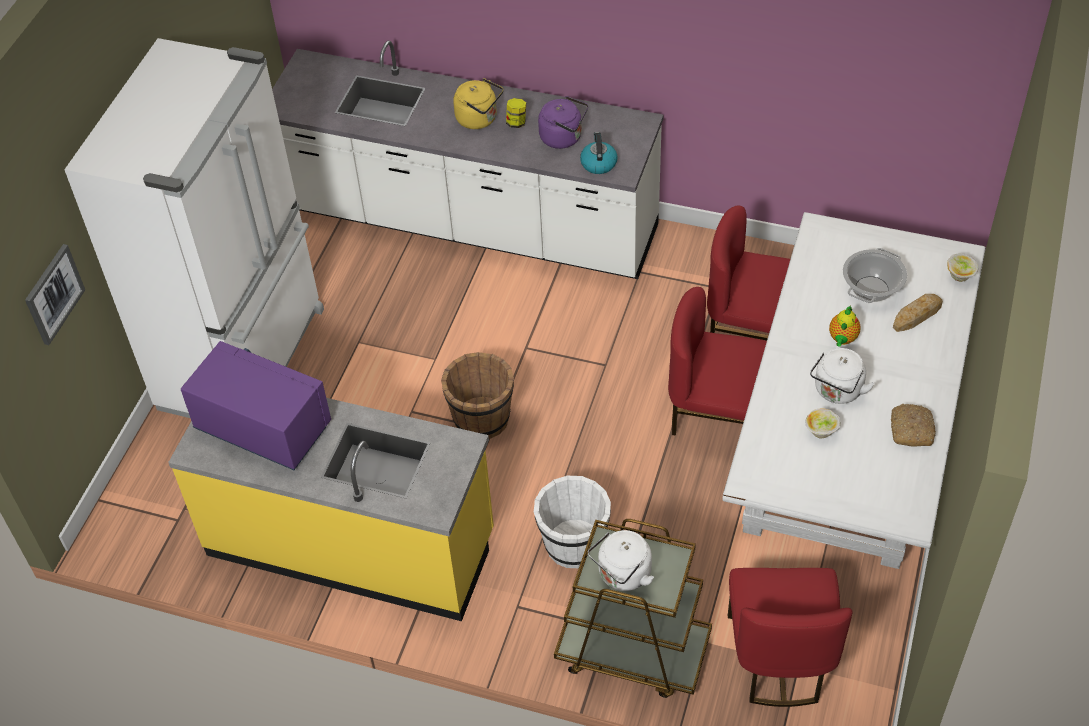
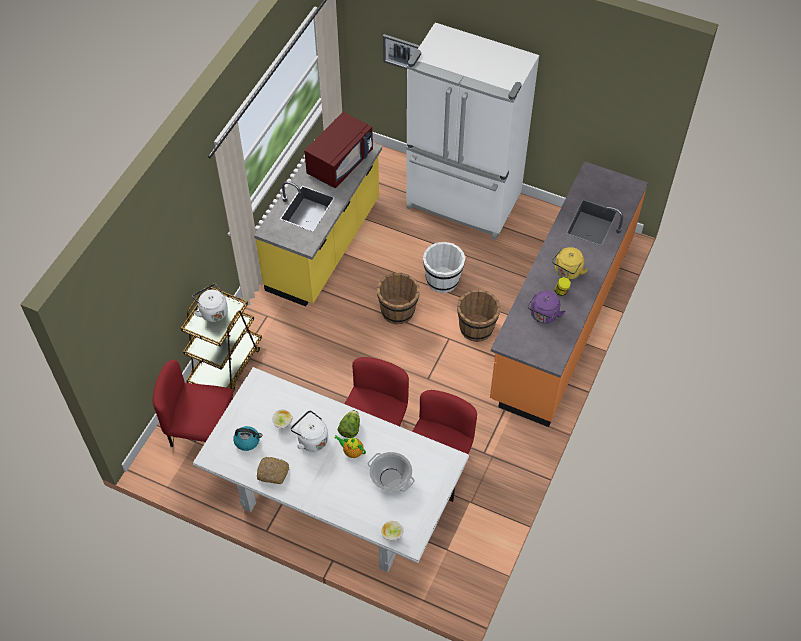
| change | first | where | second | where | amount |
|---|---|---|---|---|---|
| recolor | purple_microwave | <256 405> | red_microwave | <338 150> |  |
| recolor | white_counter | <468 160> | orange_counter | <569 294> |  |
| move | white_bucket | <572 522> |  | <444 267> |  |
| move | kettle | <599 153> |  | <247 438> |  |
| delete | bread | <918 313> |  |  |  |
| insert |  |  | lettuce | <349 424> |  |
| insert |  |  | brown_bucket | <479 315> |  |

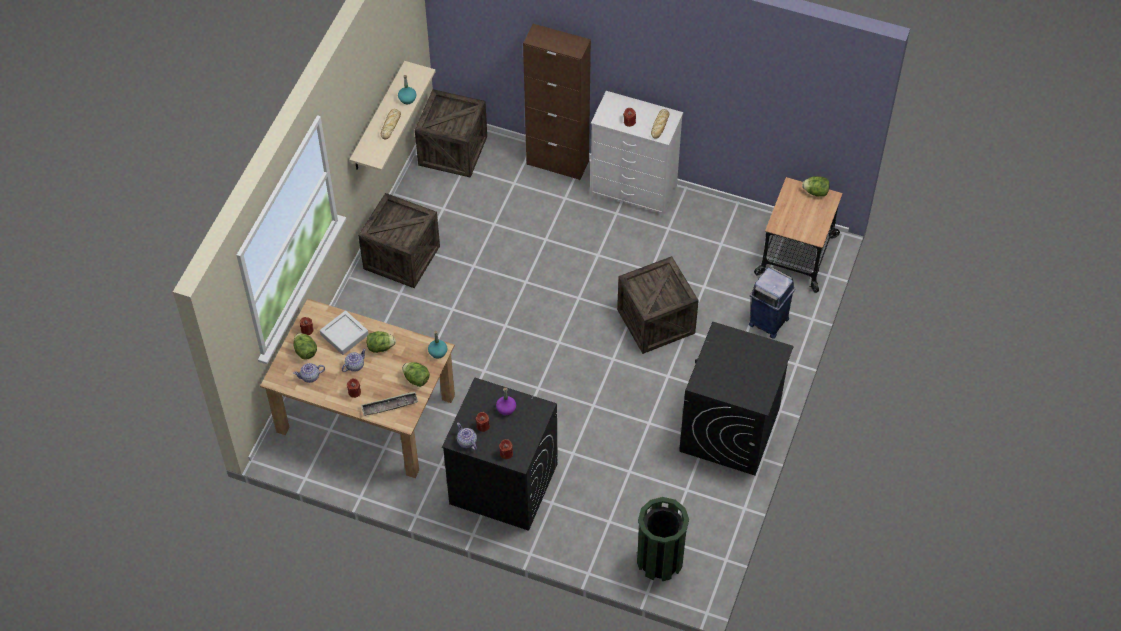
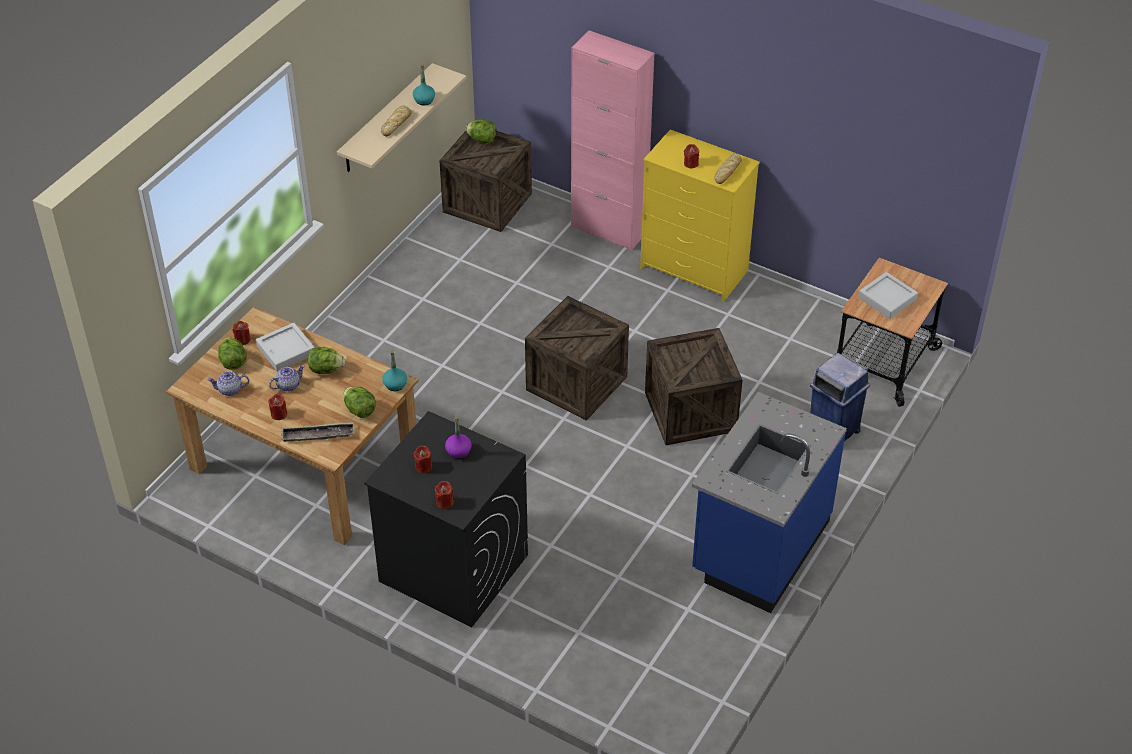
| change | first | where | second | where | amount |
|---|---|---|---|---|---|
| move | crate | <399 240> |  | <577 358> |  |
| delete | teapot | <467 436> |  |  |  |
| recolor | brown_cabinet | <557 102> | pink_cabinet | <612 140> |  |
| recolor | white_dresser | <637 154> | yellow_dresser | <700 215> |  |
| delete | green_trash_can | <663 539> |  |  |  |
| replace | black_washing_machine | <736 398> | blue_counter | <769 502> |  |
| move | lettuce | <816 186> |  | <481 131> |  |
| insert |  |  | grey_tray | <888 295> |  |

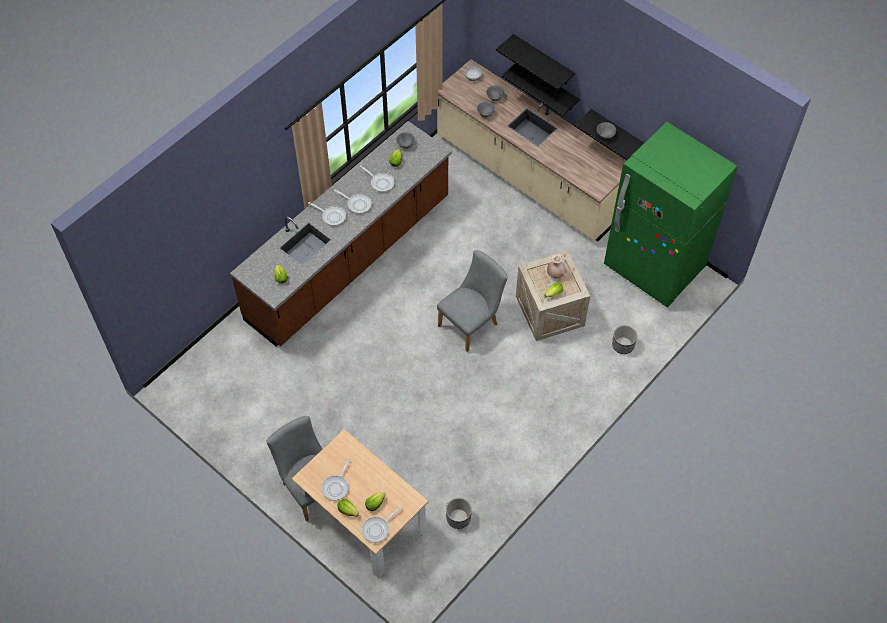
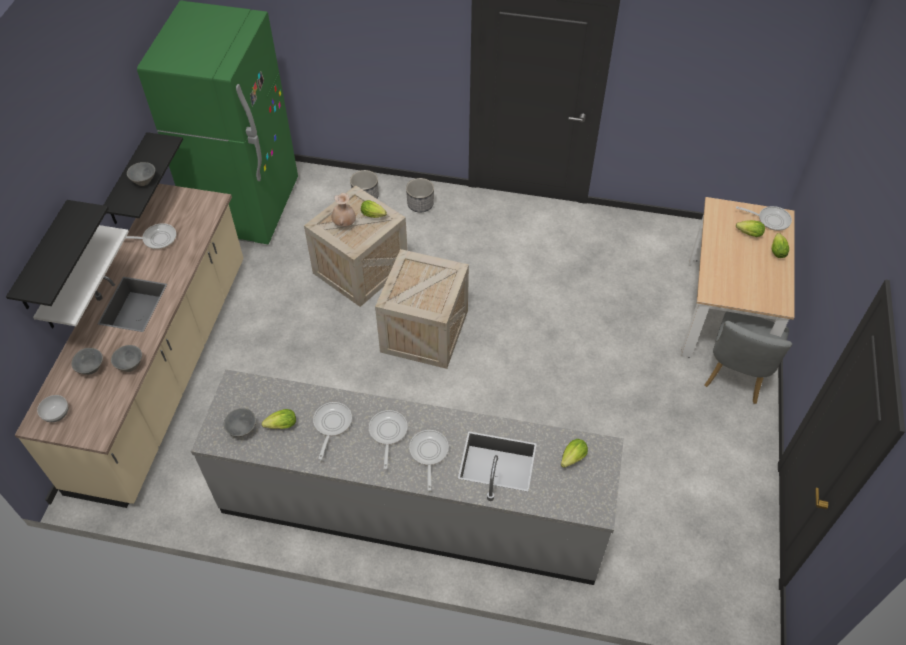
| change | first | where | second | where | amount |
|---|---|---|---|---|---|
| recolor | brown_counter | <341 233> | grey_counter | <407 477> |  |
| move | frying_pan | <336 479> |  | <150 236> |  |
| replace | grey_chair | <472 301> | crate | <422 309> |  |
| move | planter | <459 513> |  | <420 195> |  |
| recolor | black_shelf | <541 89> | white_shelf | <81 276> |  |

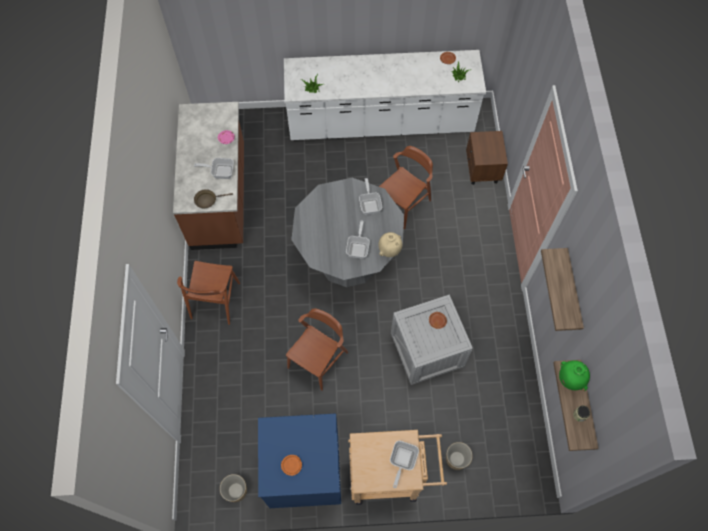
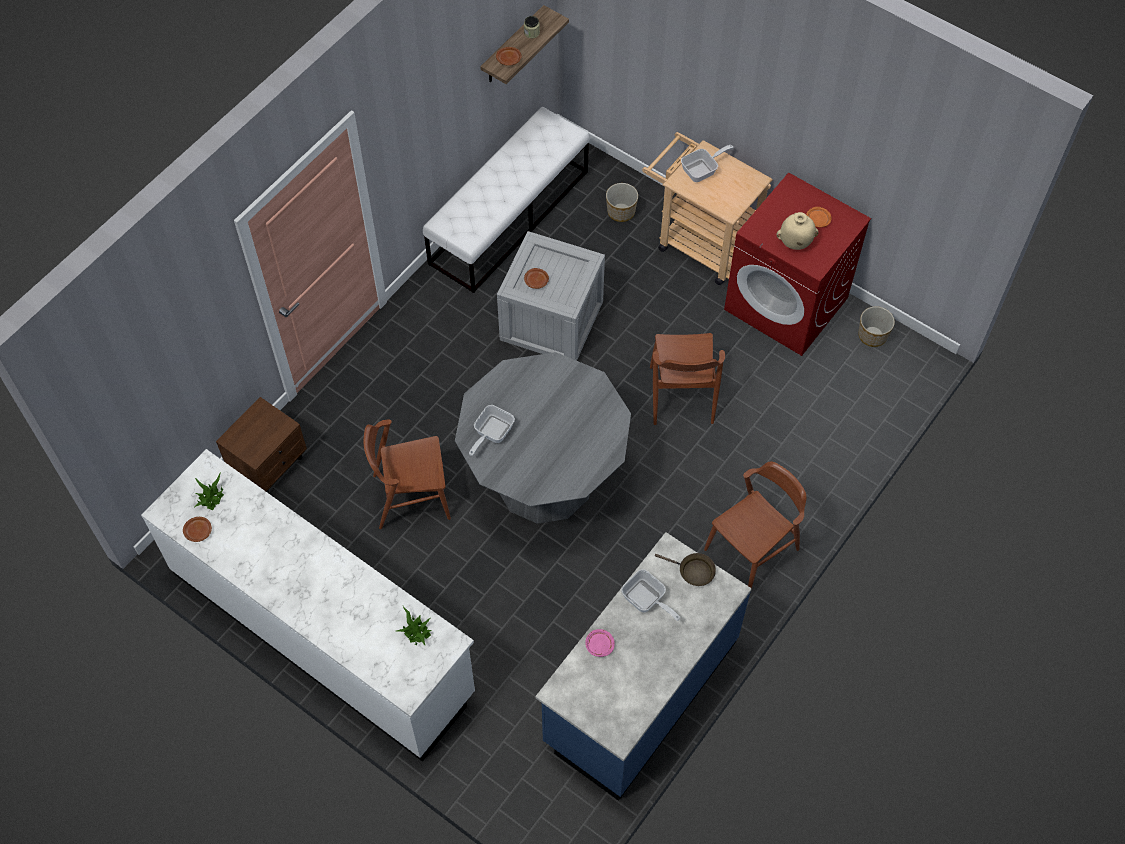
| change | first | where | second | where | amount |
|---|---|---|---|---|---|
| recolor | brown_counter | <208 176> | blue_counter | <643 666> |  |
| recolor | blue_washing_machine | <299 460> | red_washing_machine | <797 264> |  |
| rotate | brown_chair | <317 349> |  | <687 379> | 75 degrees counterclockwise |
| delete | frying_pan | <358 239> |  |  |  |
| move | beige_vase | <390 244> |  | <797 231> |  |
| delete | shelf | <562 289> |  |  |  |
| replace | green_vase | <574 375> | brown_plate | <509 56> |  |
| insert |  |  | white_bench | <506 200> |  |

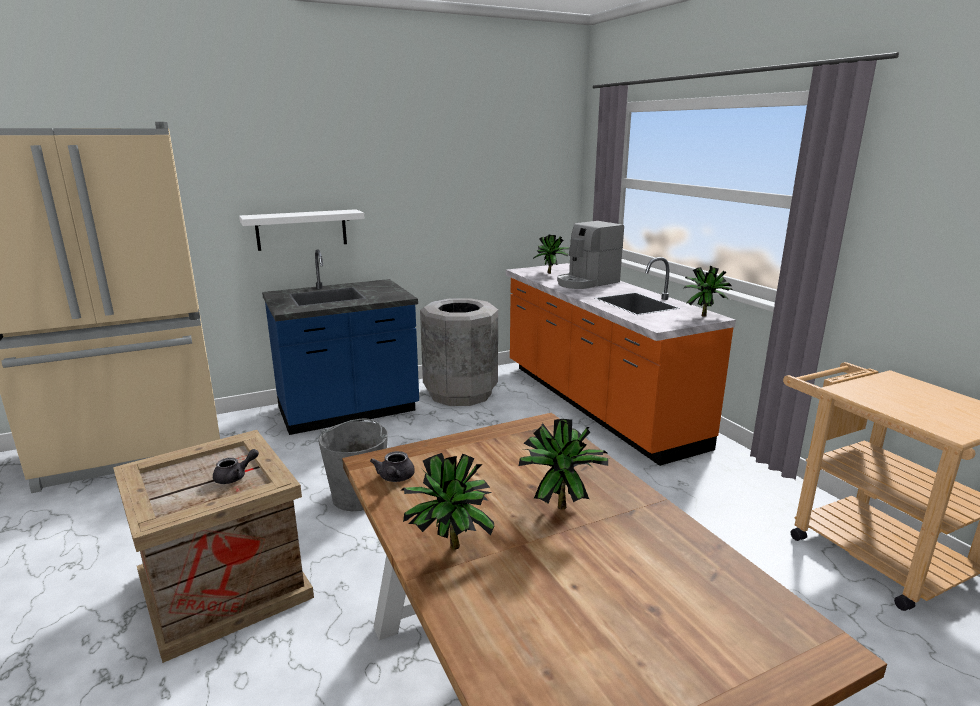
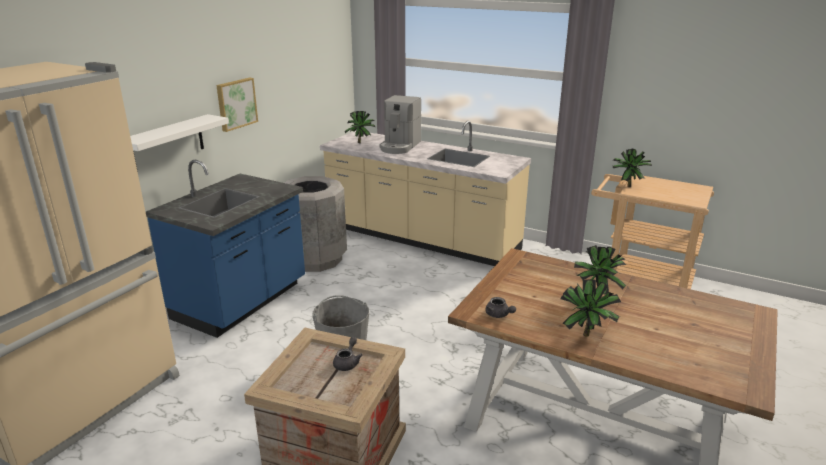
| change | first | where | second | where | amount |
|---|---|---|---|---|---|
| recolor | orange_counter | <621 361> | beige_counter | <425 193> |  |
| move | potted_plant | <708 291> |  | <632 167> |  |
| insert |  |  | picture | <237 105> |  |

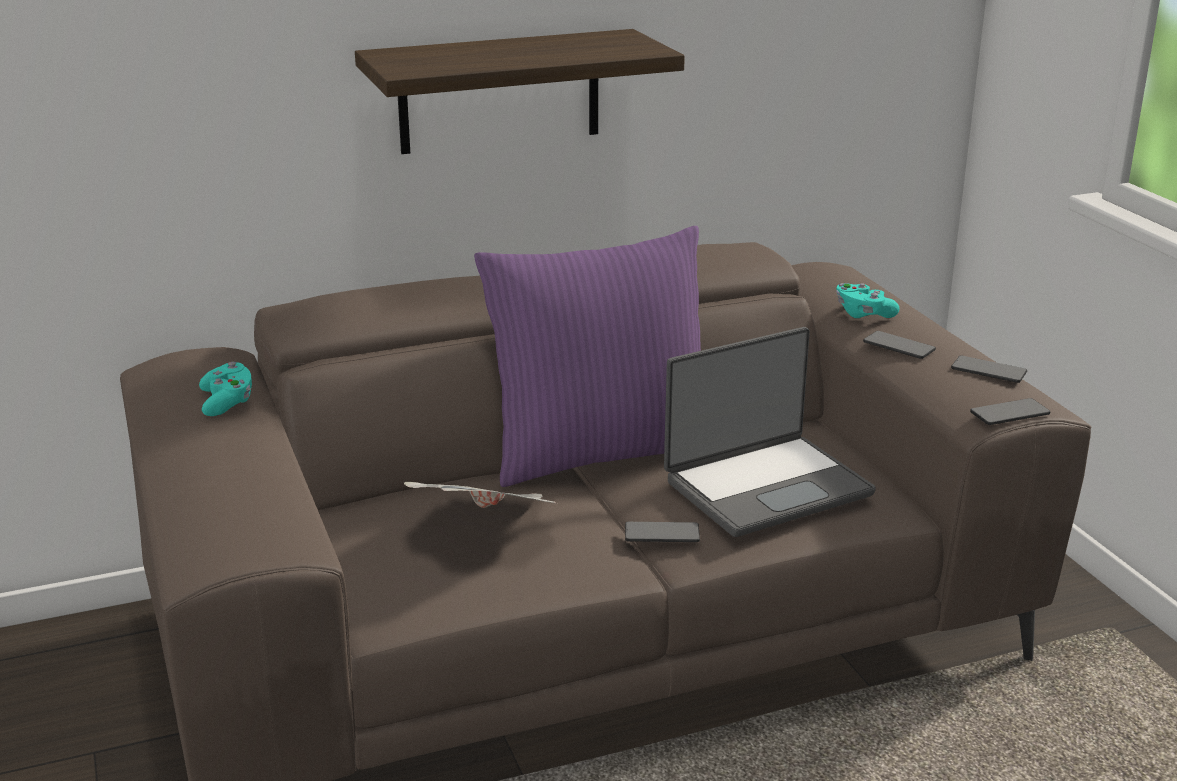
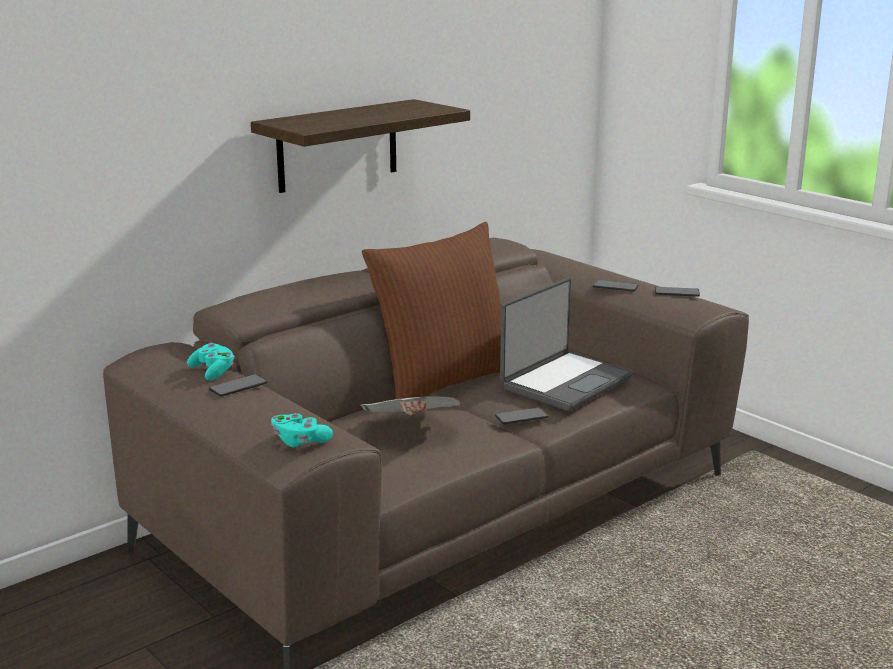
| change | first | where | second | where | amount |
|---|---|---|---|---|---|
| recolor | purple_pillow | <587 356> | brown_pillow | <431 310> |  |
| move | turquoise_game_controller | <868 300> |  | <302 430> |  |
| move | phone | <1010 411> |  | <238 385> |  |

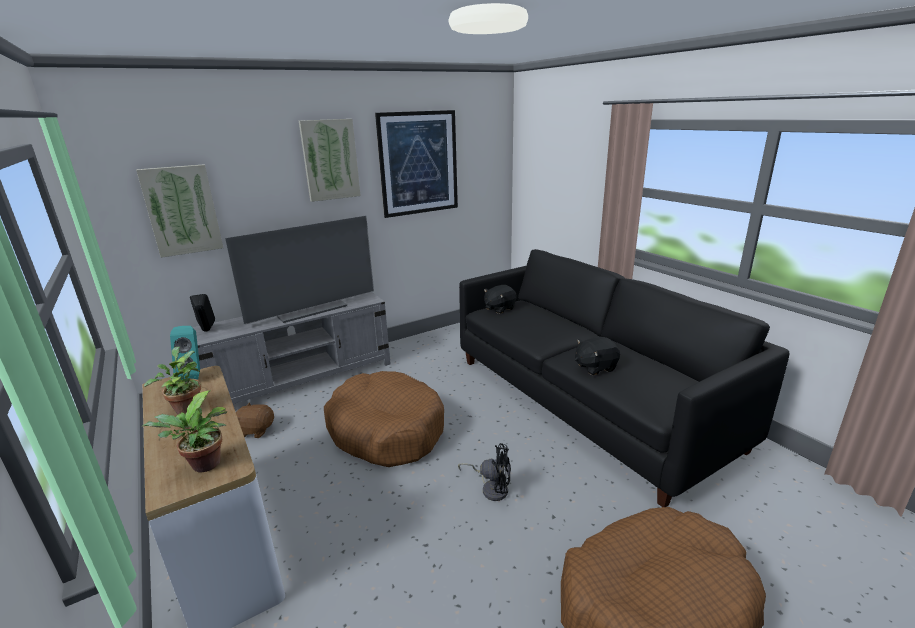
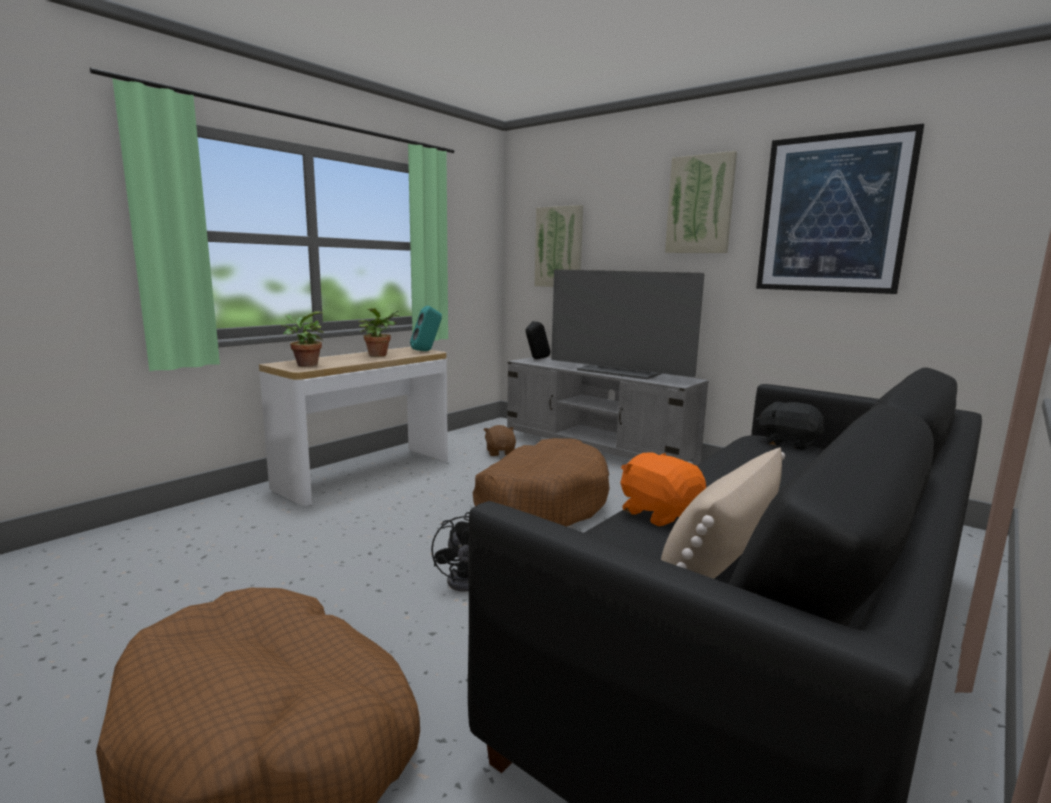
| change | first | where | second | where | amount |
|---|---|---|---|---|---|
| recolor | black_plush_toy | <597 356> | orange_plush_toy | <663 489> |  |
| insert |  |  | beige_pillow | <723 513> |  |

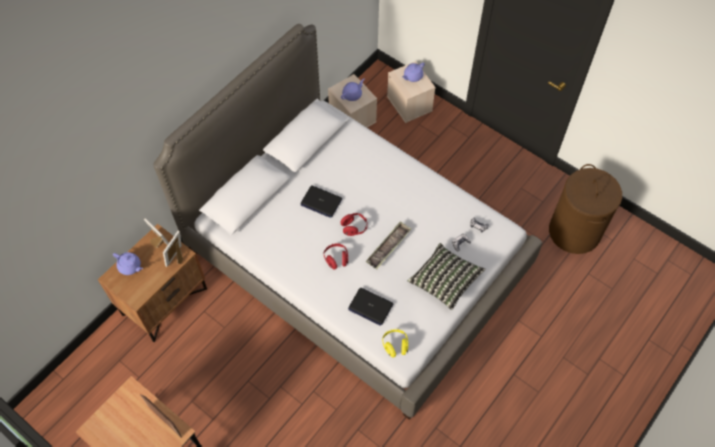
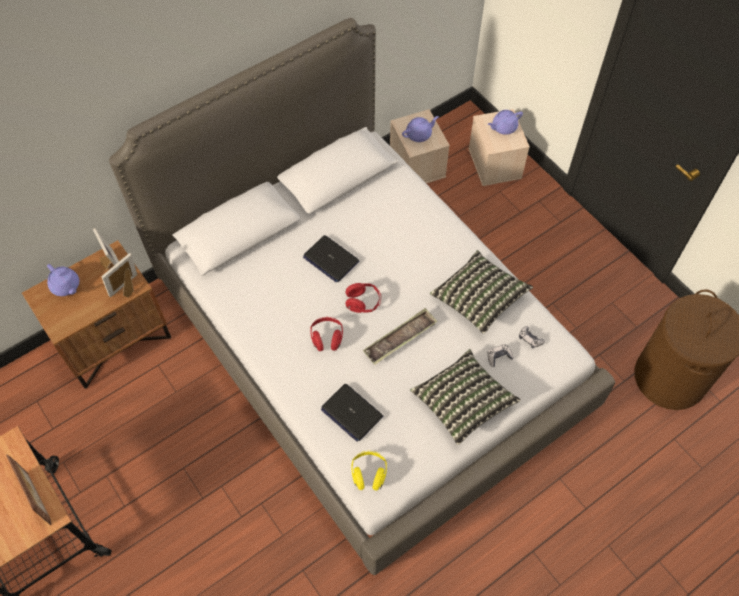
| change | first | where | second | where | amount |
|---|---|---|---|---|---|
| insert |  |  | pillow | <481 292> |  |

